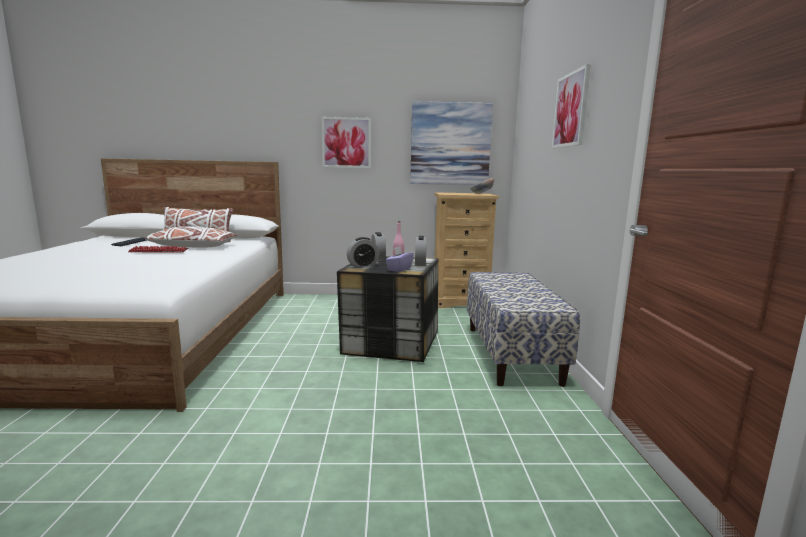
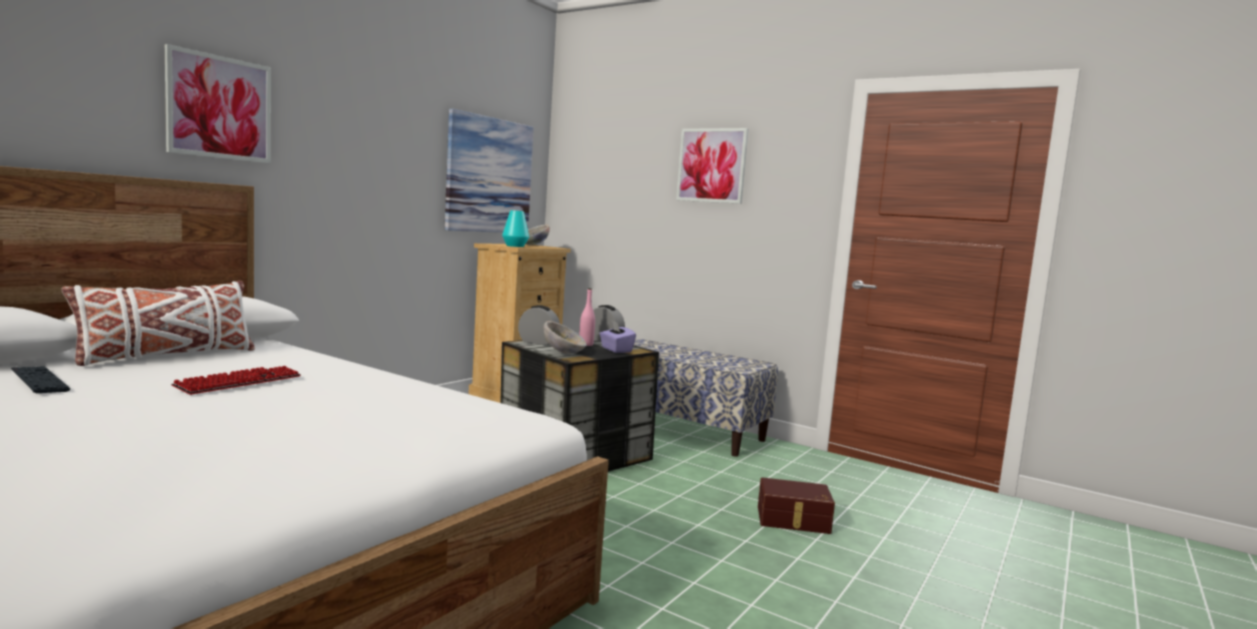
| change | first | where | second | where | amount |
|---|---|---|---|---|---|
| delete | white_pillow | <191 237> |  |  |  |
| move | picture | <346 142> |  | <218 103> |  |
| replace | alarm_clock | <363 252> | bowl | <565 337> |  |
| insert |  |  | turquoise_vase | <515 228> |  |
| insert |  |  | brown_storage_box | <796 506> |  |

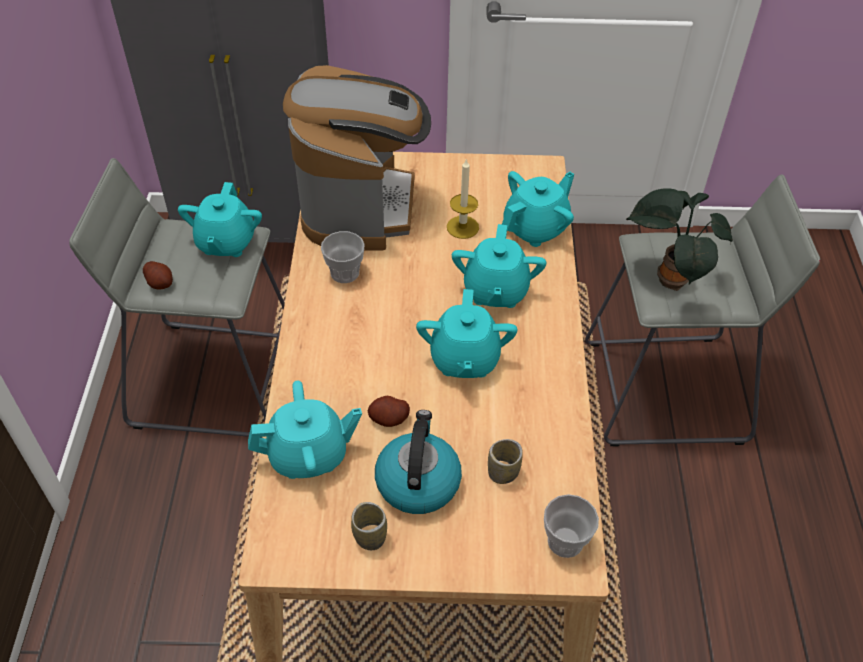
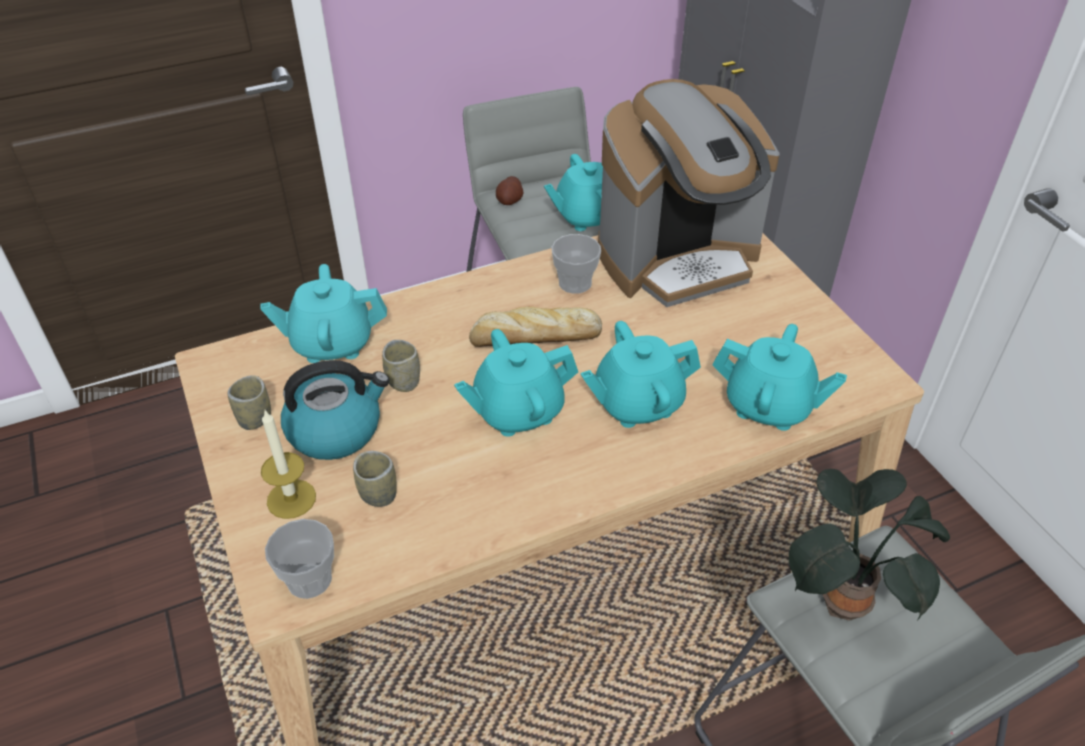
| change | first | where | second | where | amount |
|---|---|---|---|---|---|
| rotate | turquoise_teapot | <305 429> |  | <323 313> | 120 degrees clockwise |
| replace | potato | <389 411> | cup | <401 366> |  |
| move | candle | <463 198> |  | <288 464> |  |
| insert |  |  | bread | <535 326> |  |

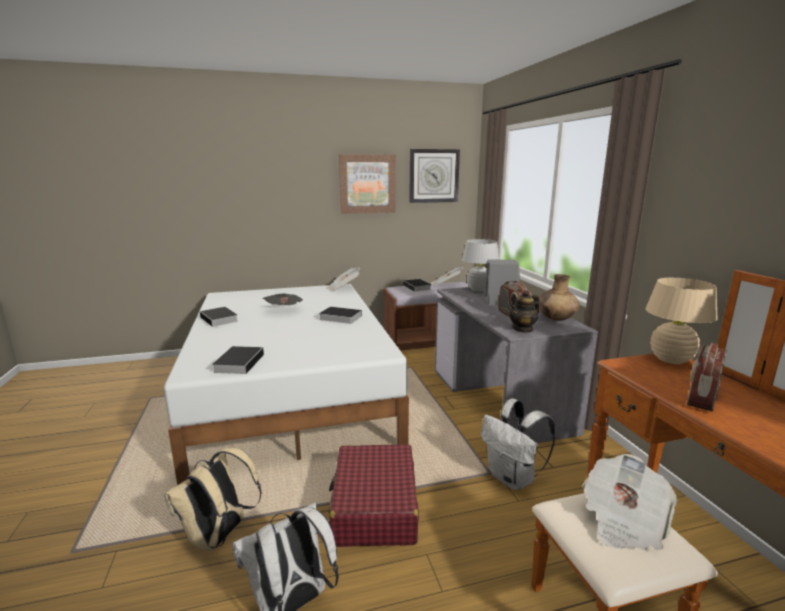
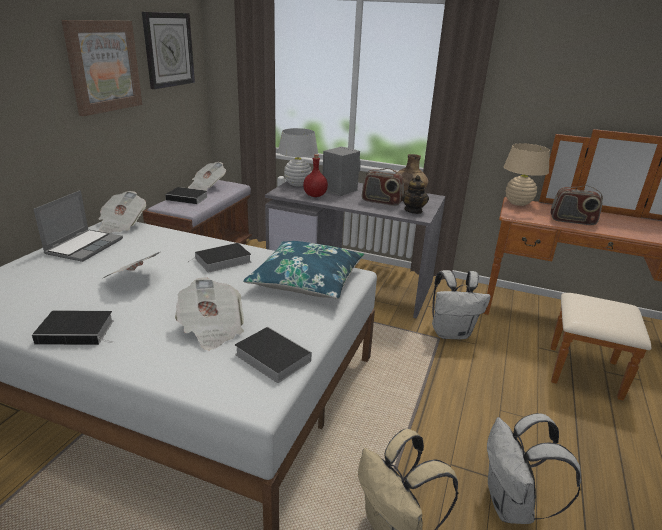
| change | first | where | second | where | amount |
|---|---|---|---|---|---|
| delete | red_suitcase | <373 495> |  |  |  |
| move | newspaper | <630 502> |  | <209 313> |  |
| rotate | radio | <707 377> |  | <577 205> | 60 degrees counterclockwise |
| insert |  |  | laptop | <78 226> |  |
| insert |  |  | blue_pillow | <303 270> |  |
| insert |  |  | red_bottle | <315 175> |  |

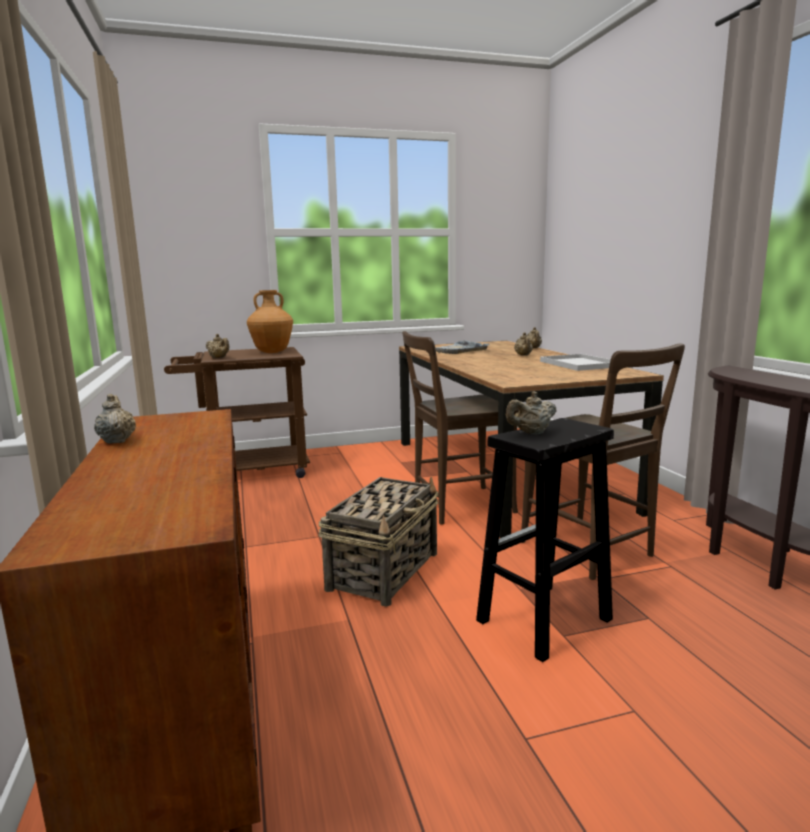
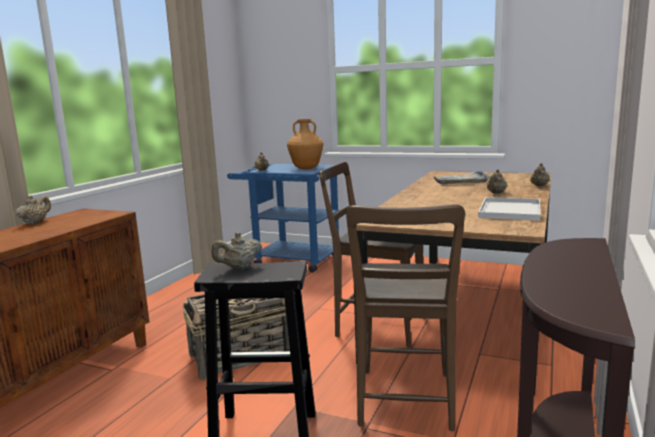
| change | first | where | second | where | amount |
|---|---|---|---|---|---|
| recolor | brown_cart | <237 412> | blue_cart | <283 218> |  |
| rotate | beige_teapot | <531 413> |  | <236 250> | 45 degrees counterclockwise |

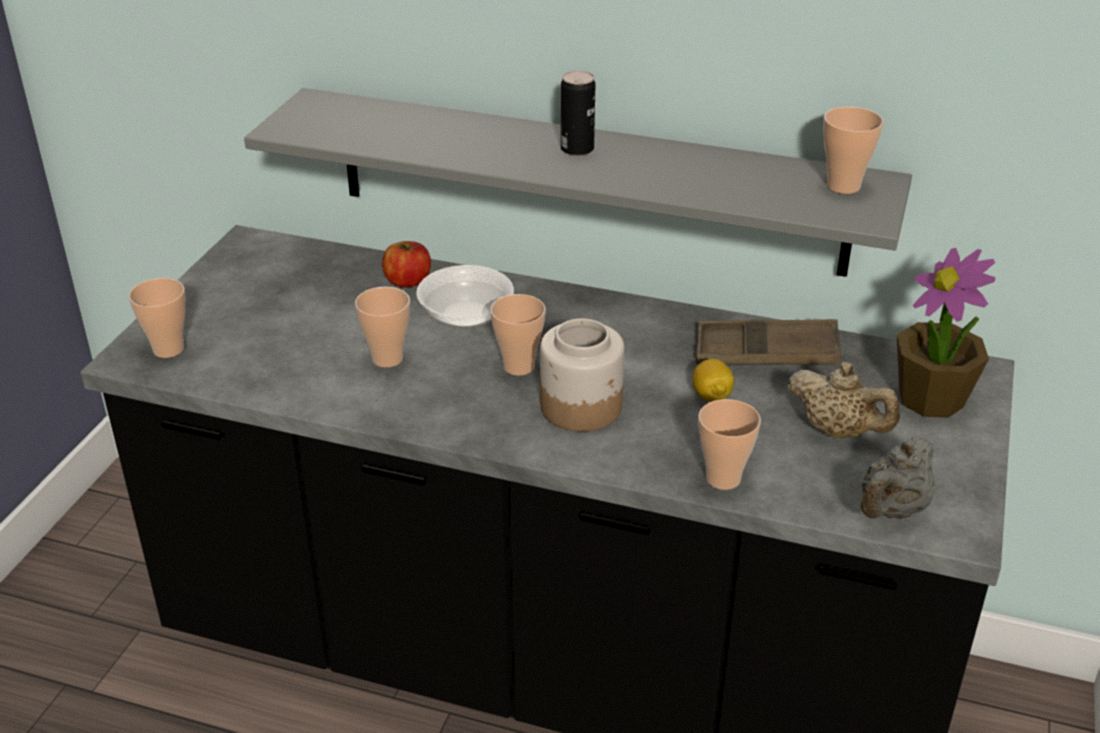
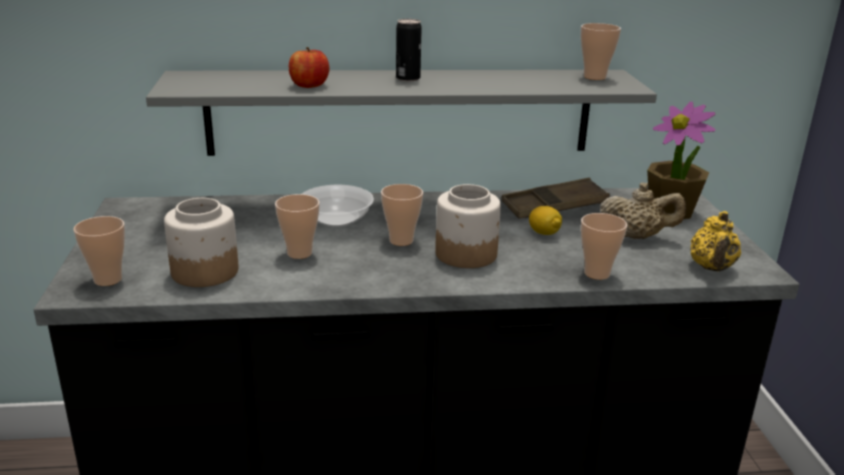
| change | first | where | second | where | amount |
|---|---|---|---|---|---|
| move | apple | <406 264> |  | <309 67> |  |
| recolor | grey_teapot | <898 478> | yellow_teapot | <716 241> |  |
| insert |  |  | jar | <201 242> |  |

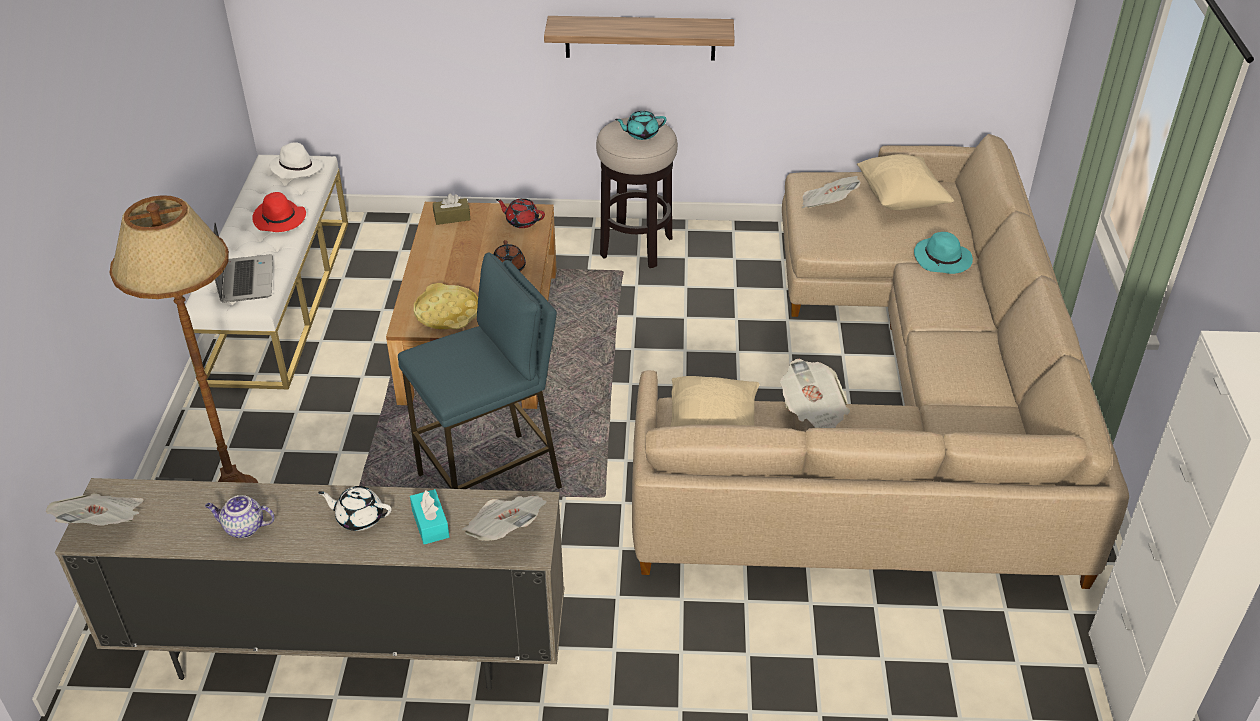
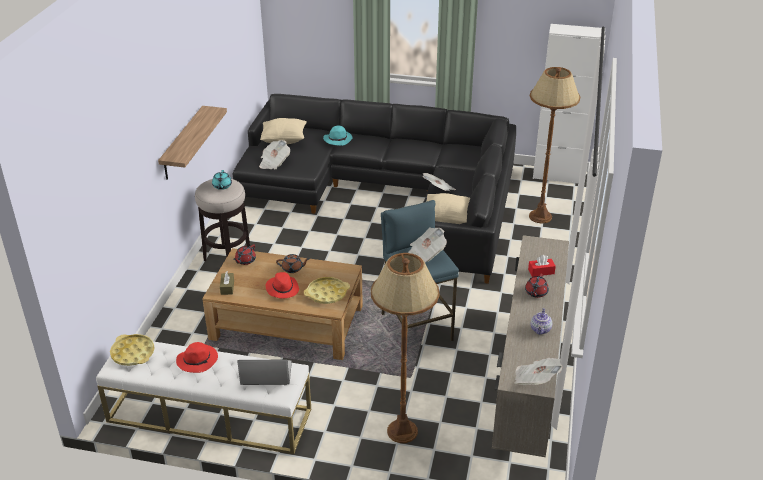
| change | first | where | second | where | amount |
|---|---|---|---|---|---|
| replace | white_hat | <296 160> | yellow_tray | <132 350> |  |
| recolor | white_teapot | <355 508> | red_teapot | <537 286> |  |
| recolor | turquoise_tissue_box | <429 516> | red_tissue_box | <542 266> |  |
| move | newspaper | <504 518> |  | <427 245> |  |
| recolor | beige_sofa | <880 361> | black_sofa | <374 189> |  |
| insert |  |  | red_hat | <282 285> |  |
| insert |  |  | brown_floor_lamp | <554 145> |  |

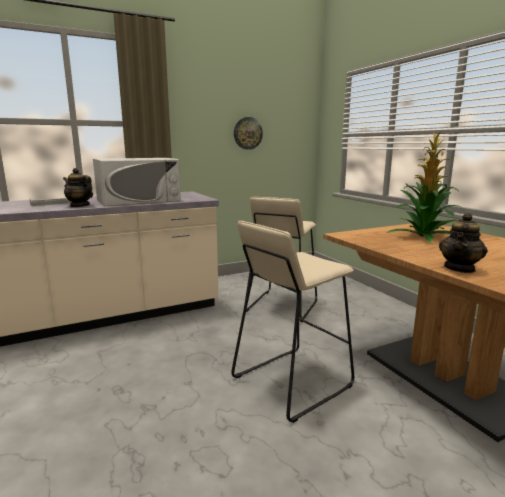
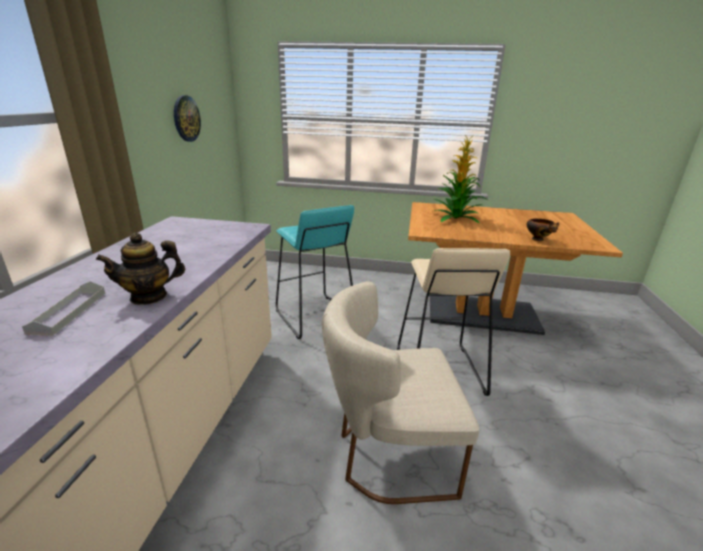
| change | first | where | second | where | amount |
|---|---|---|---|---|---|
| delete | white_microwave | <137 182> |  |  |  |
| recolor | beige_stool | <280 259> | turquoise_stool | <315 272> |  |
| replace | teapot | <463 243> | bowl | <543 229> |  |
| insert |  |  | beige_chair | <400 392> |  |

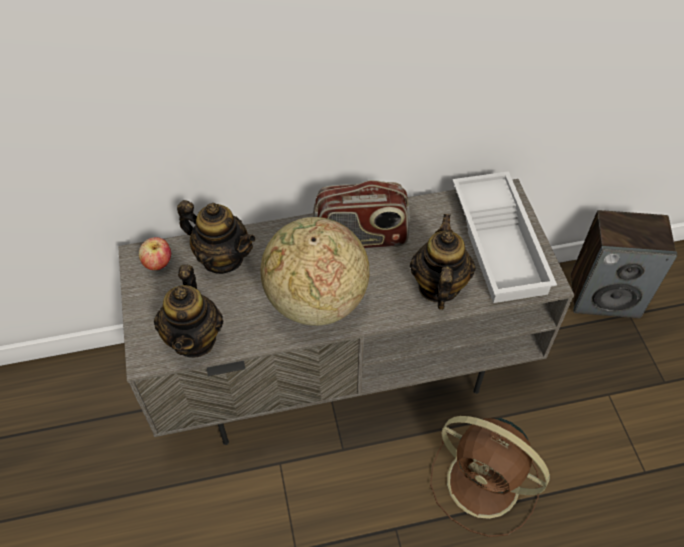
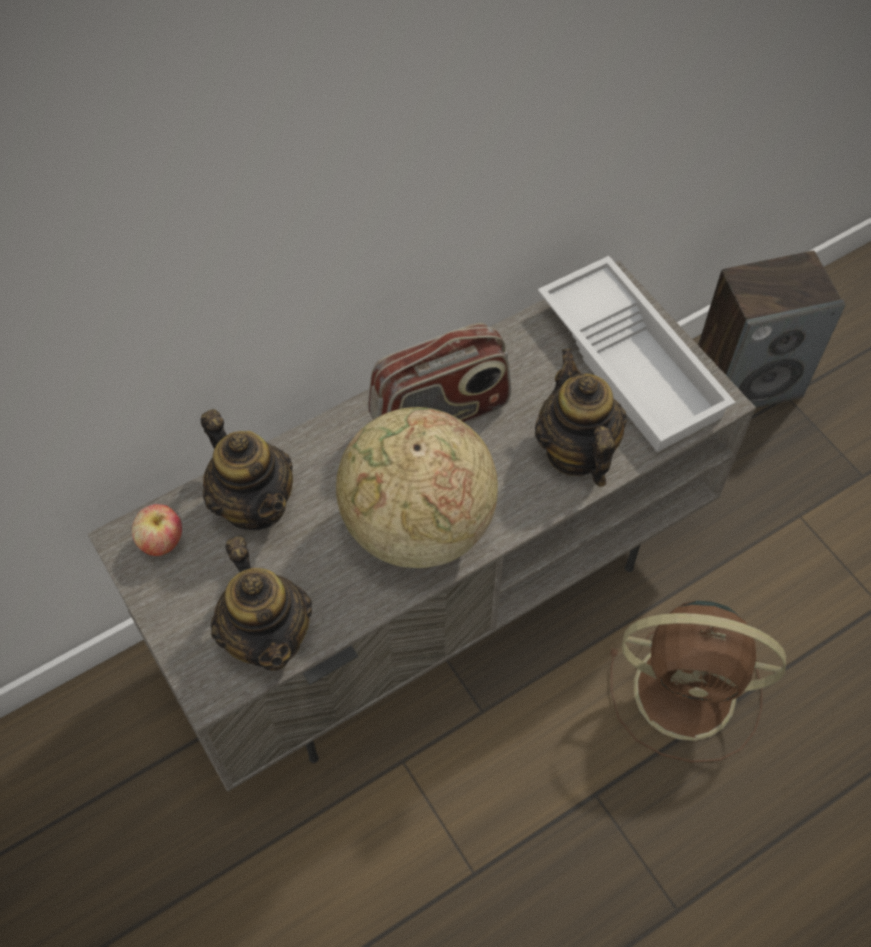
| change | first | where | second | where | amount |
|---|---|---|---|---|---|
| rotate | teapot | <216 237> |  | <247 469> | 45 degrees clockwise |

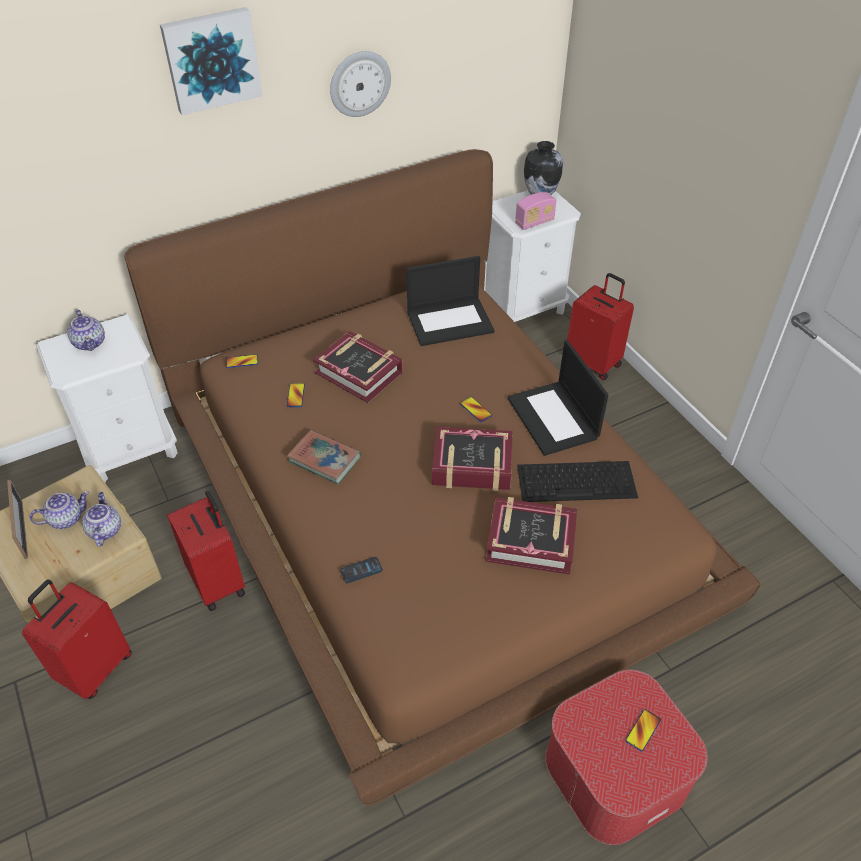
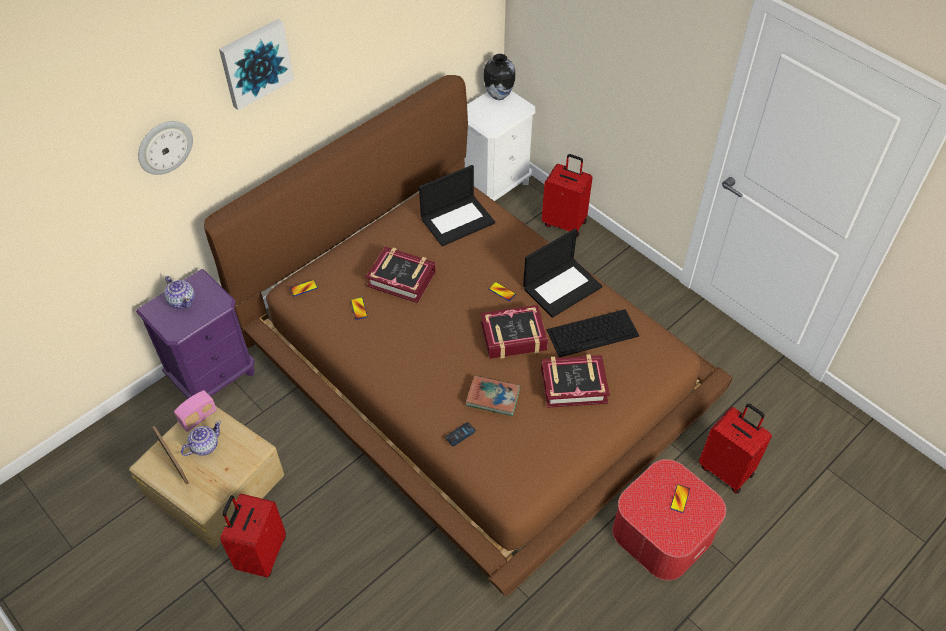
| change | first | where | second | where | amount |
|---|---|---|---|---|---|
| recolor | white_nightstand | <107 398> | purple_nightstand | <195 333> |  |
| delete | teapot | <101 519> |  |  |  |
| move | red_suitcase | <206 551> |  | <735 449> |  |
| move | book | <324 457> |  | <493 395> |  |
| move | wall_clock | <360 84> |  | <165 148> |  |
| rotate | laptop | <558 398> |  | <562 273> | 90 degrees counterclockwise |
| move | radio | <536 211> |  | <195 411> |  |

